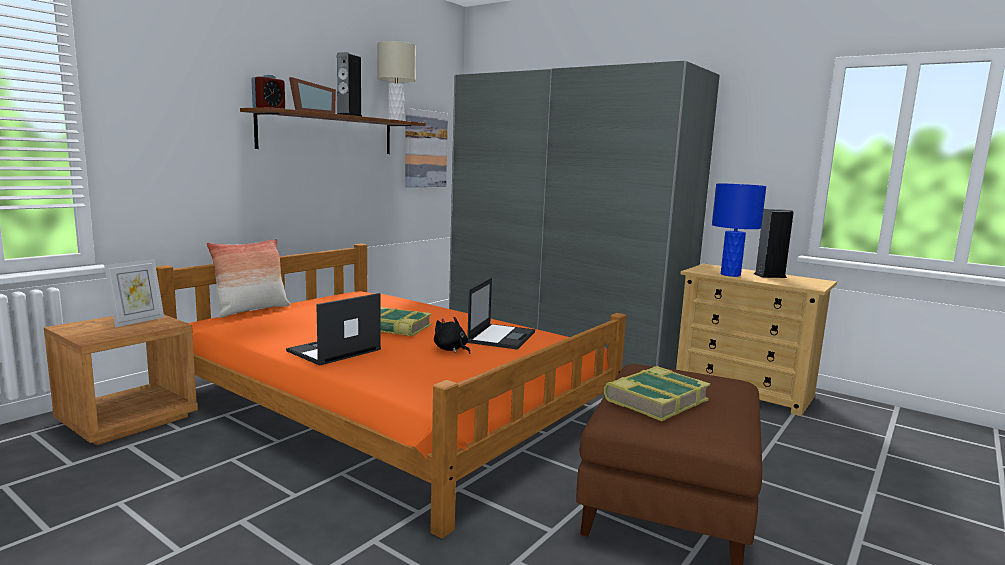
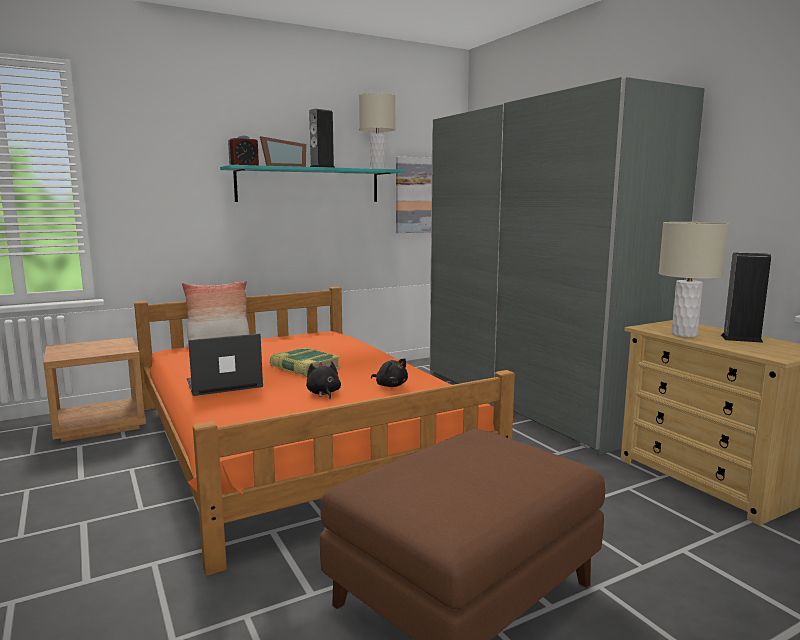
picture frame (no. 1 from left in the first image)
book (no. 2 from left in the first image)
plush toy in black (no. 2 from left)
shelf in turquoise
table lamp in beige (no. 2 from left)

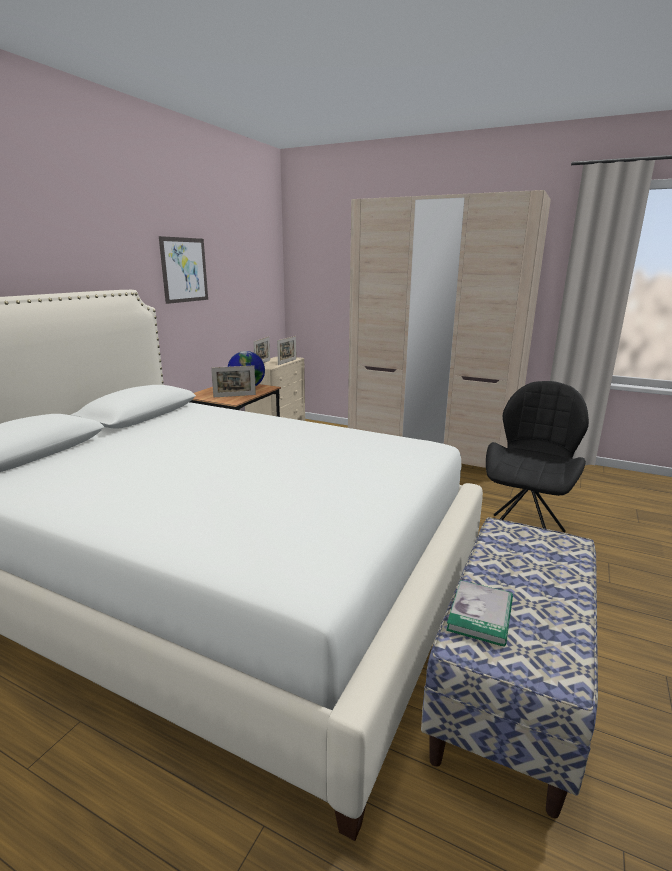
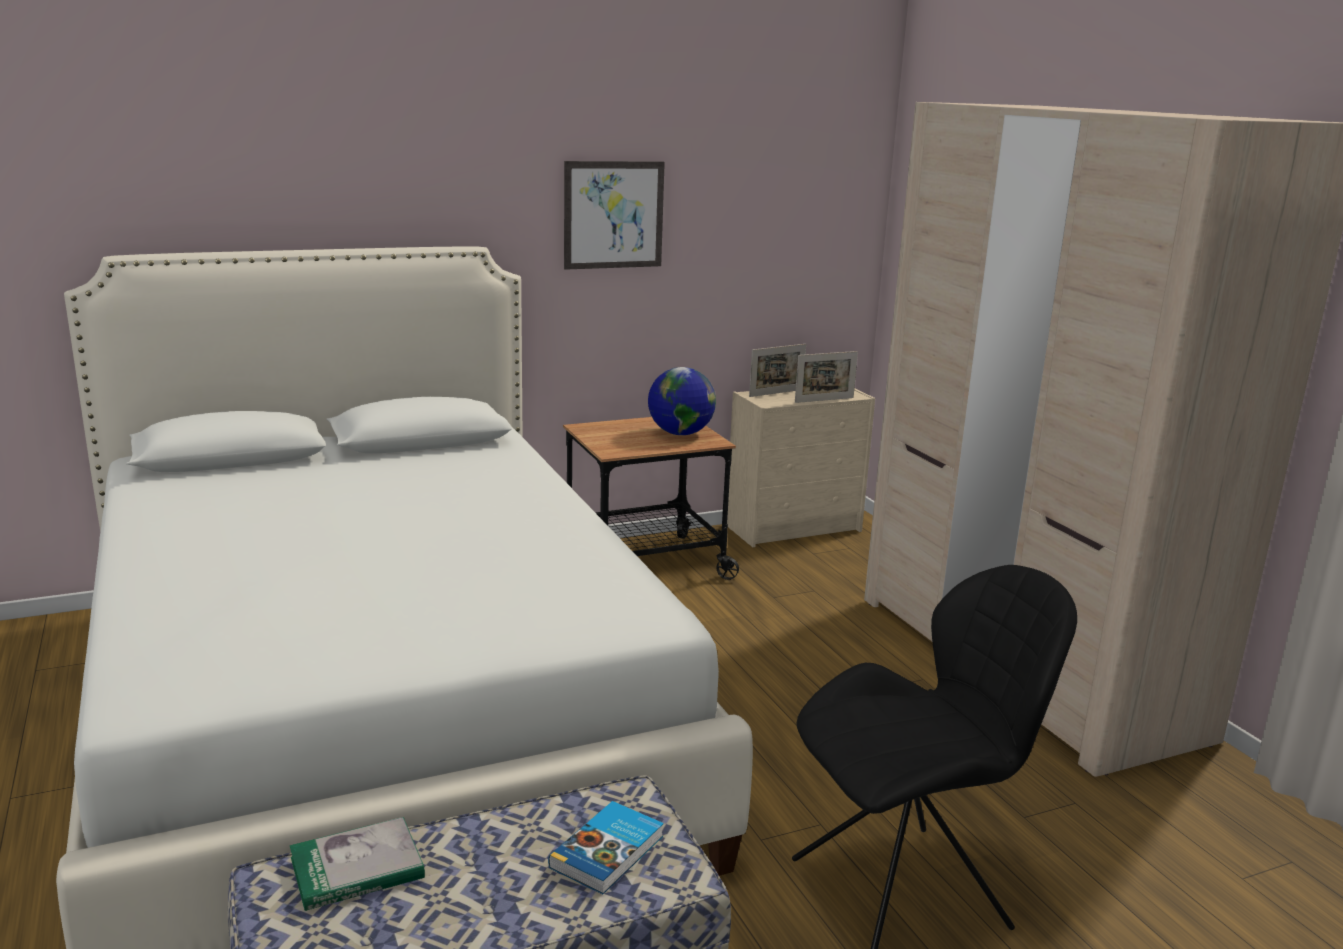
picture frame (no. 1 from left in the first image)
book (no. 2 from left)

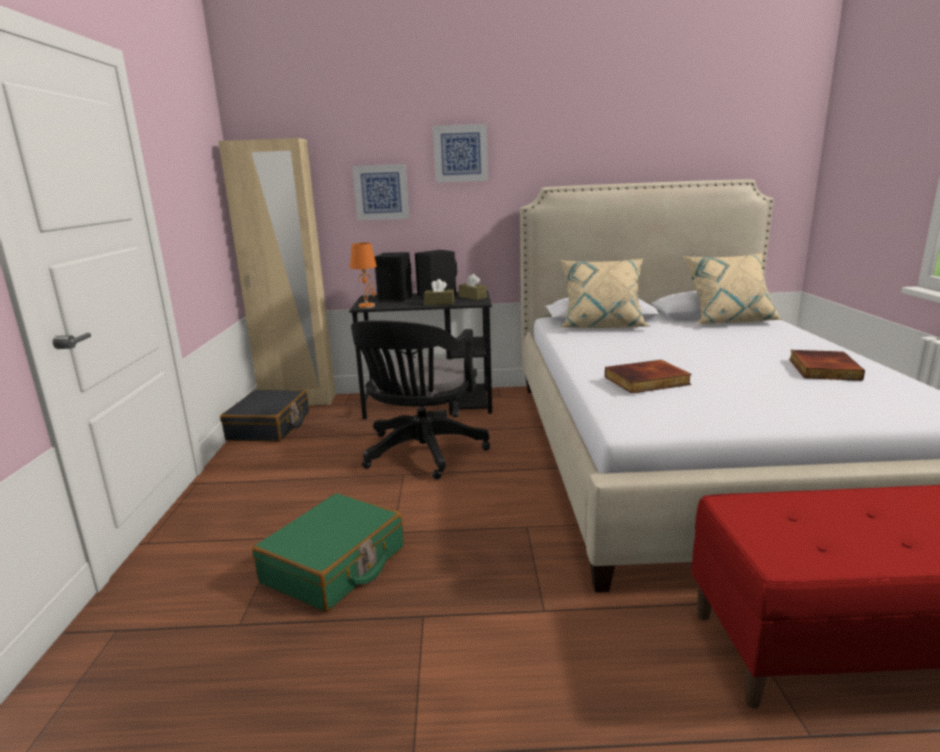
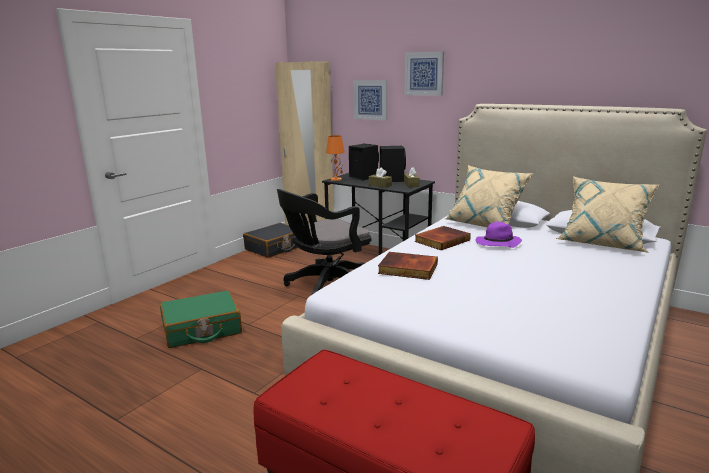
hat in purple
book (no. 2 from left)

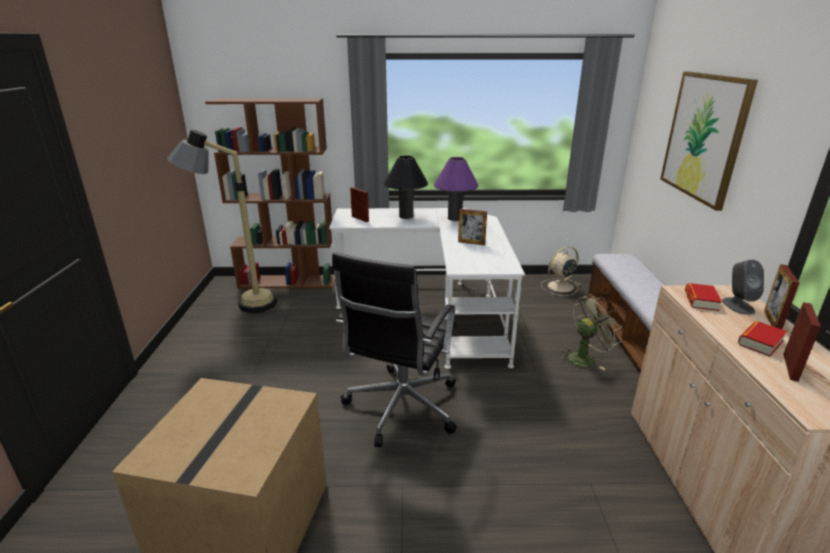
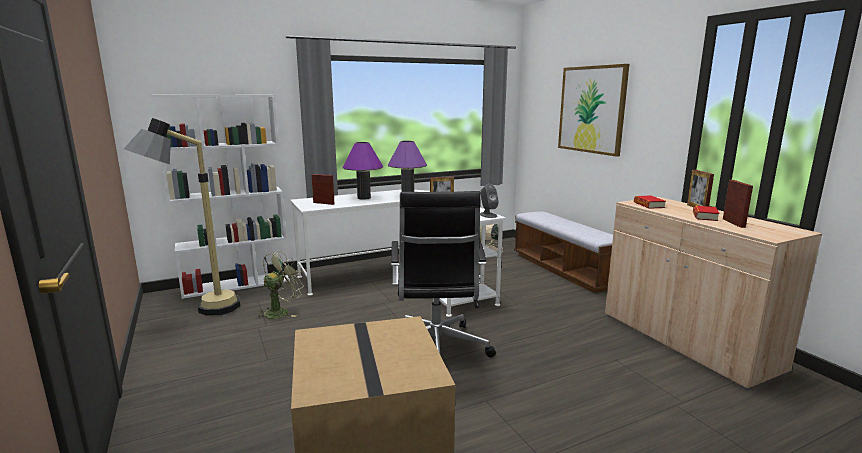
fan in green
speaker in grey
bookcase in white
table lamp in purple (no. 1 from left)

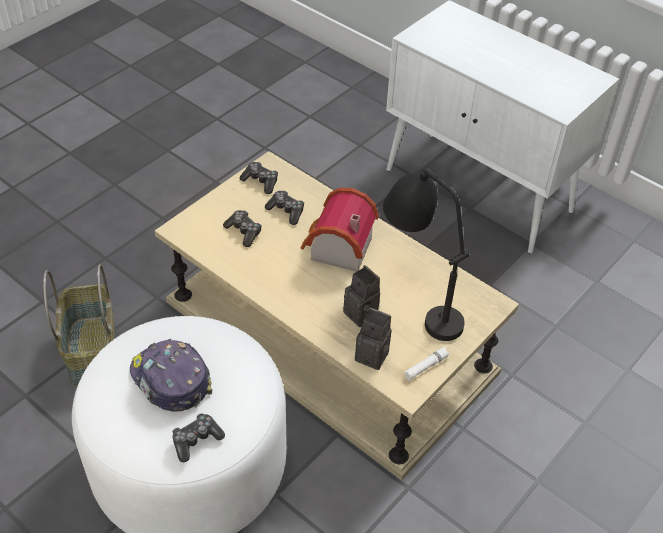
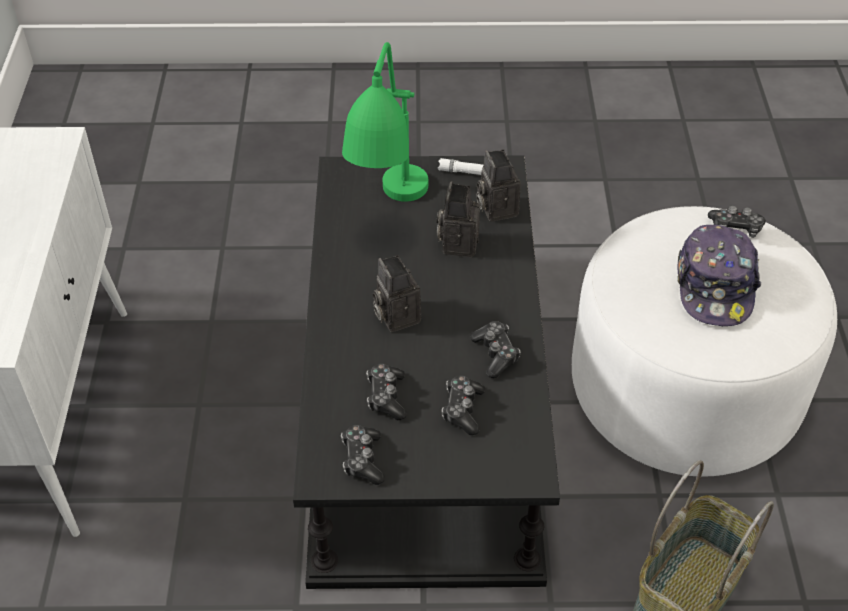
game controller (no. 4 from left)
photo camera (no. 1 from left)
coffee table in black
table lamp in green

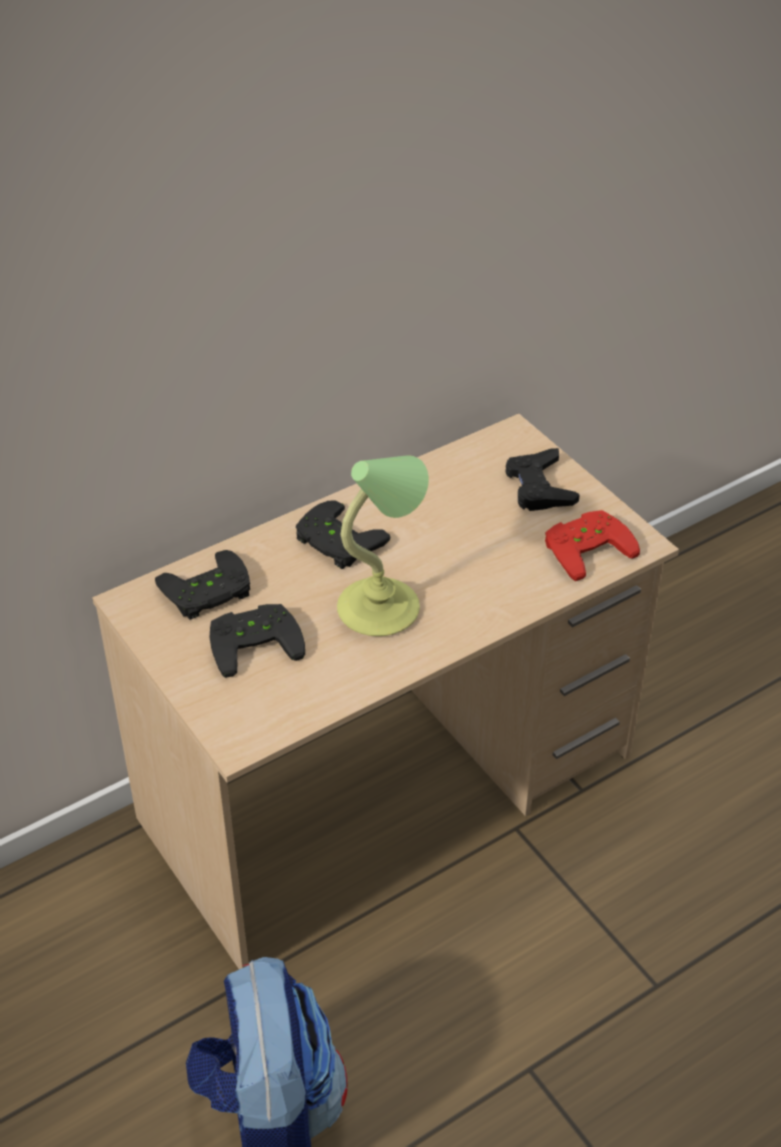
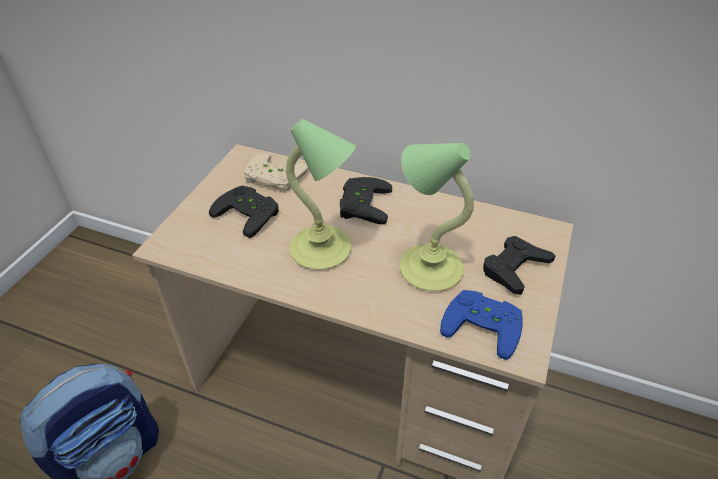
table lamp (no. 2 from left)
game controller in beige
game controller in blue

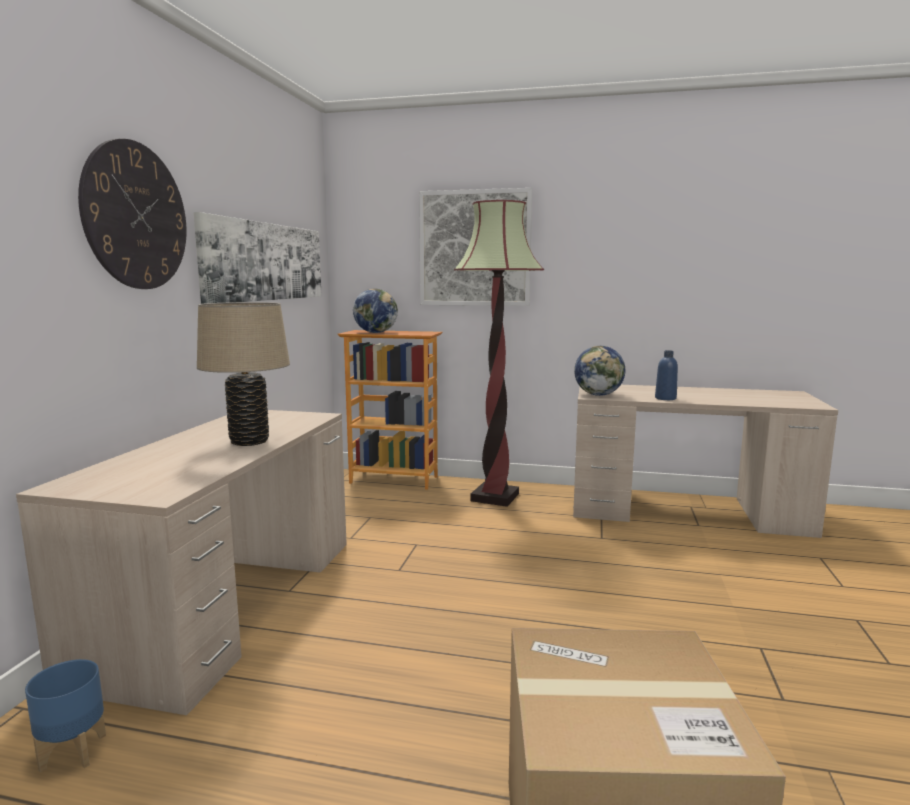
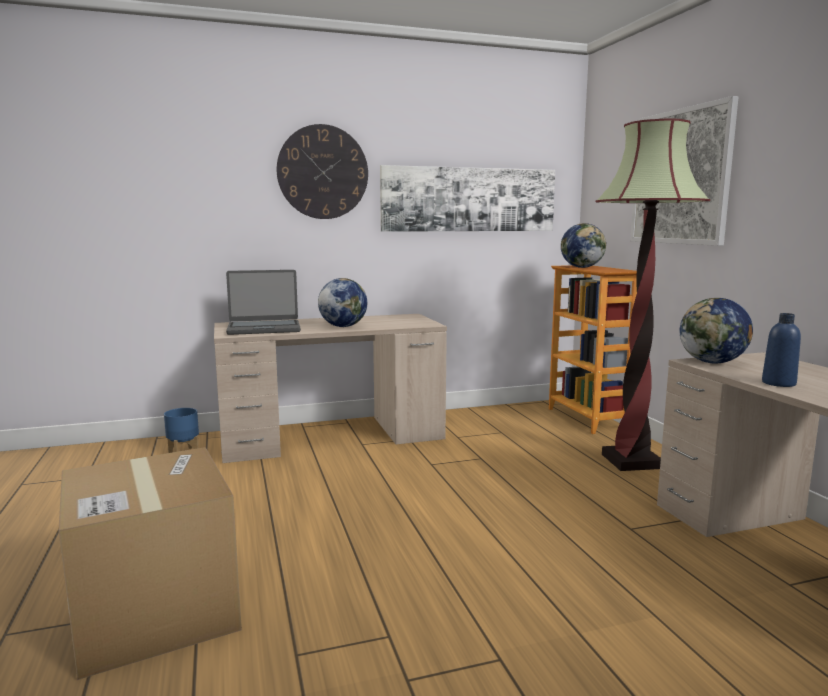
laptop
globe (no. 1 from left)

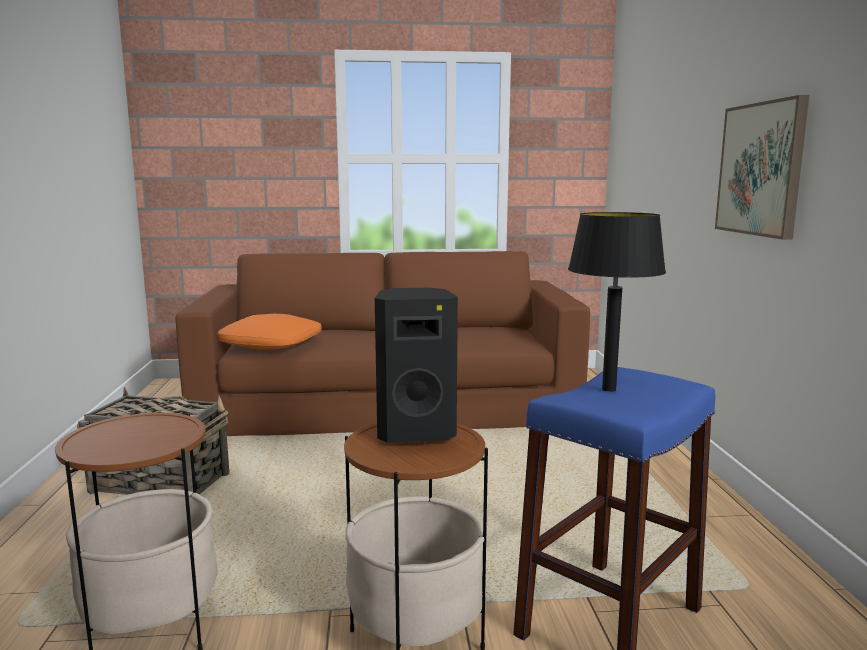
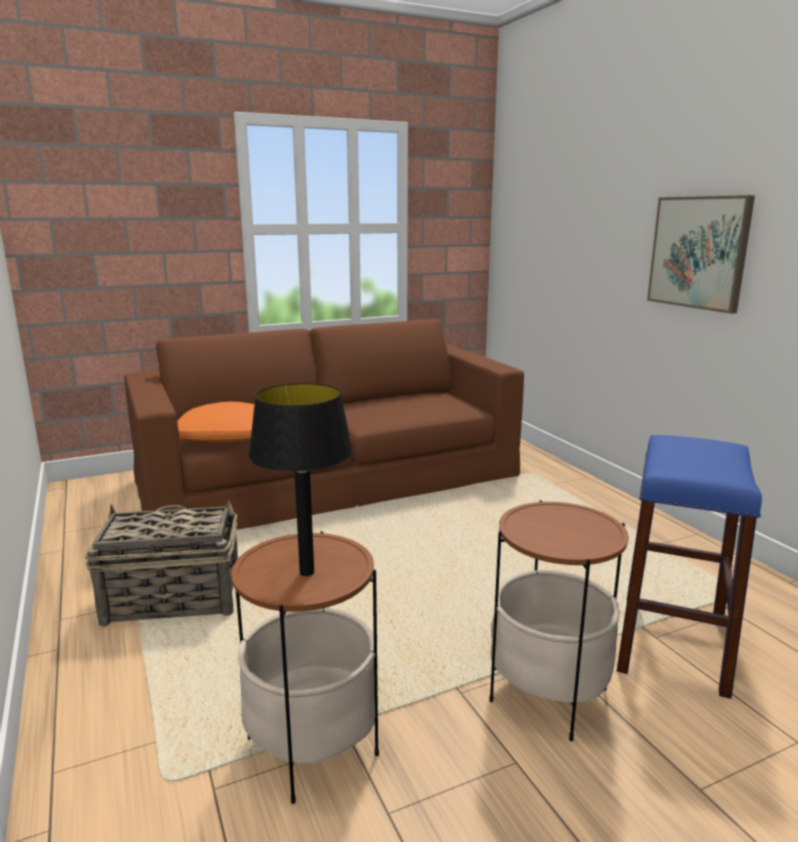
speaker in black
table lamp in black

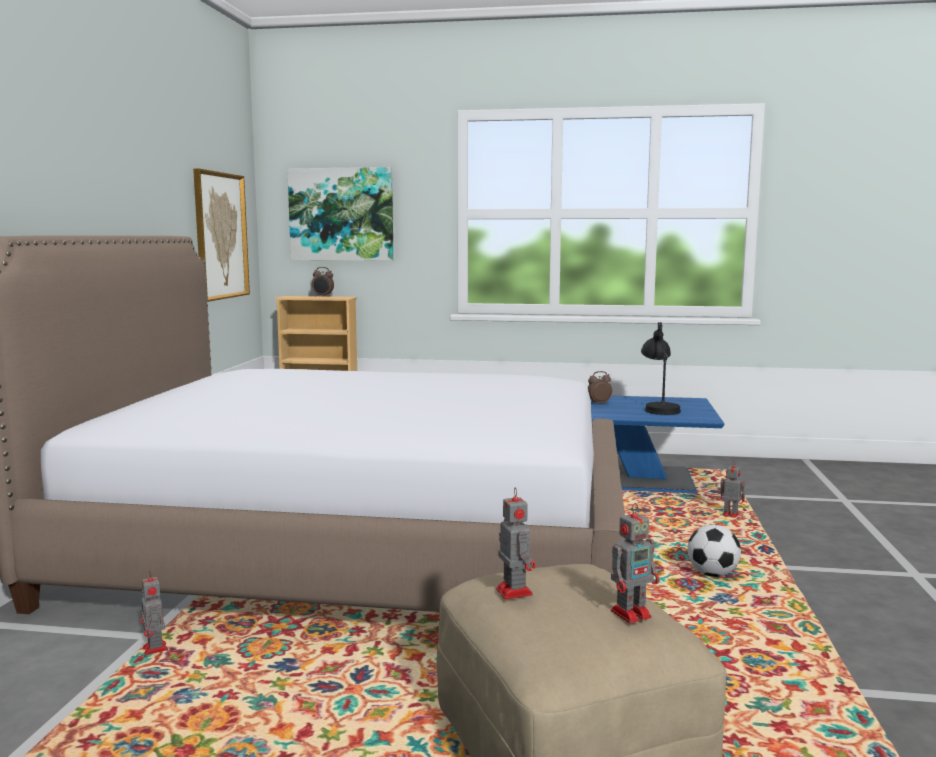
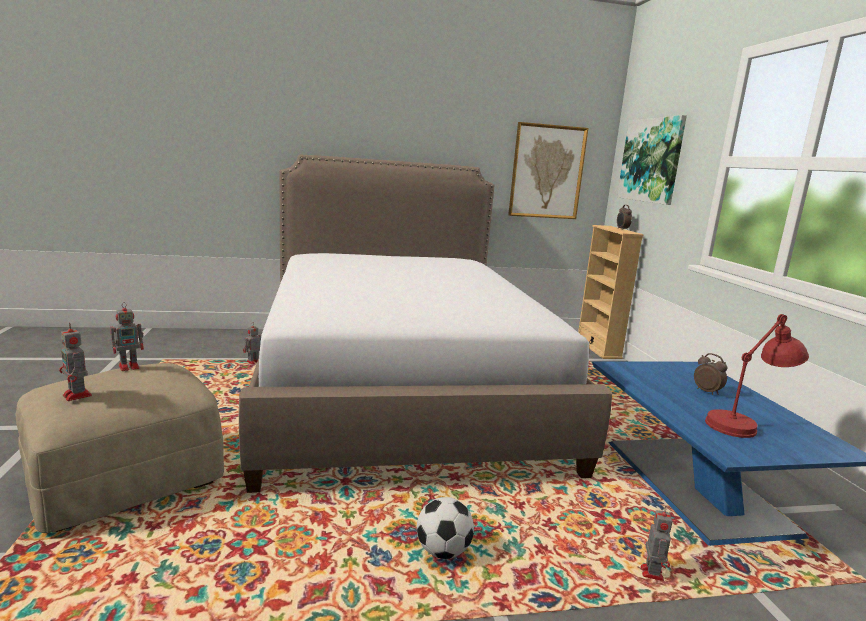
table lamp in red

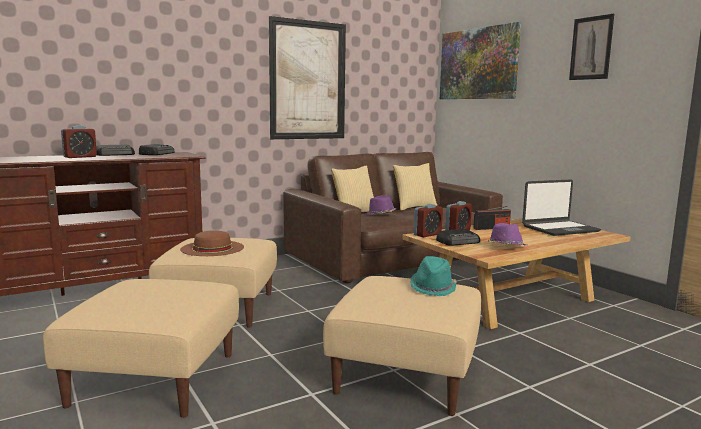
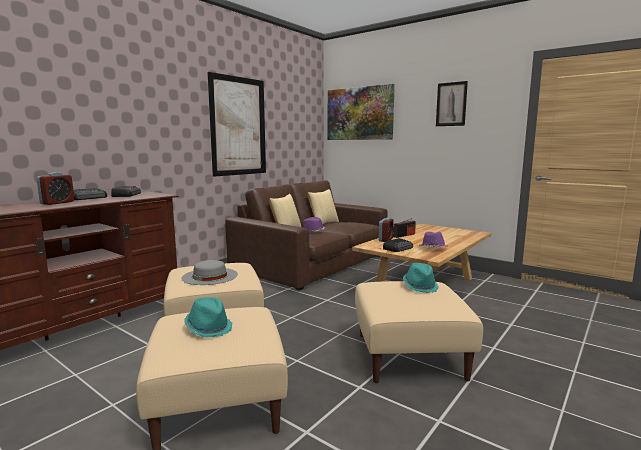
alarm clock (no. 2 from left in the first image)
laptop
hat in turquoise (no. 1 from left)
hat in grey

